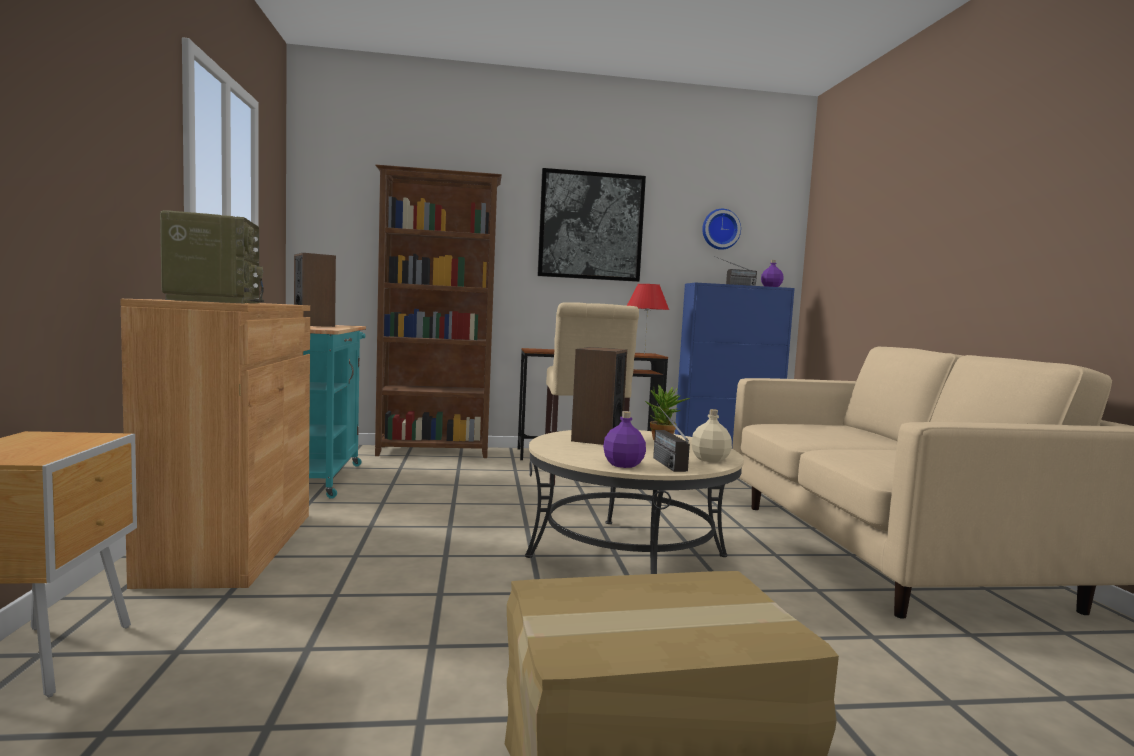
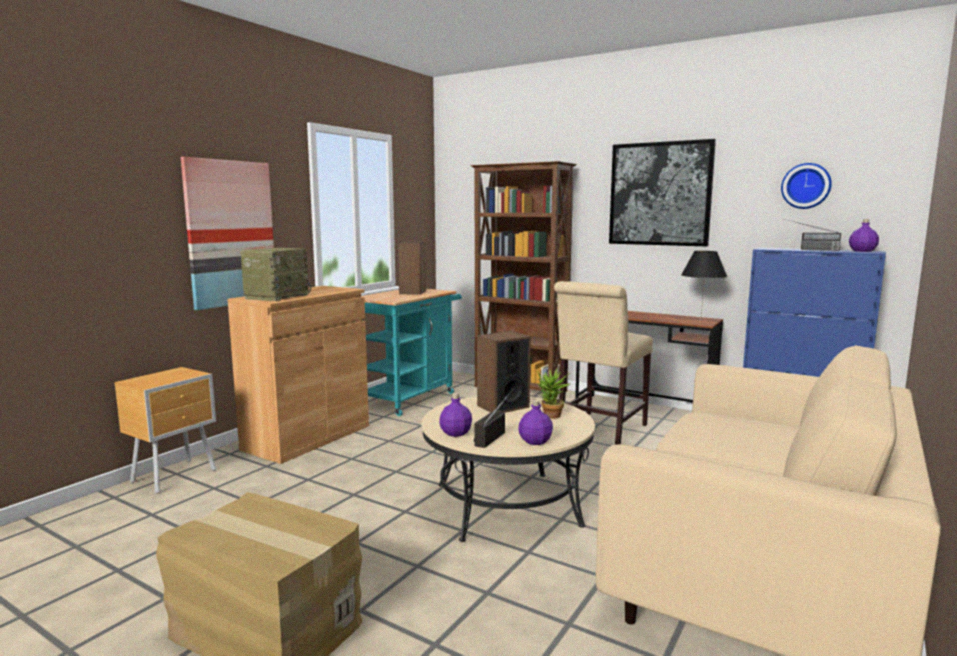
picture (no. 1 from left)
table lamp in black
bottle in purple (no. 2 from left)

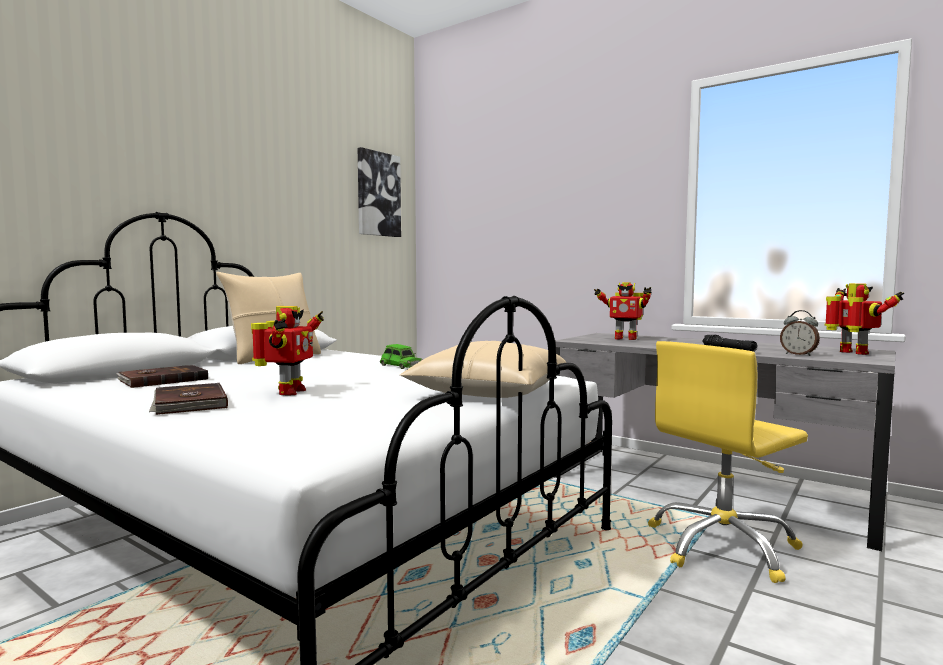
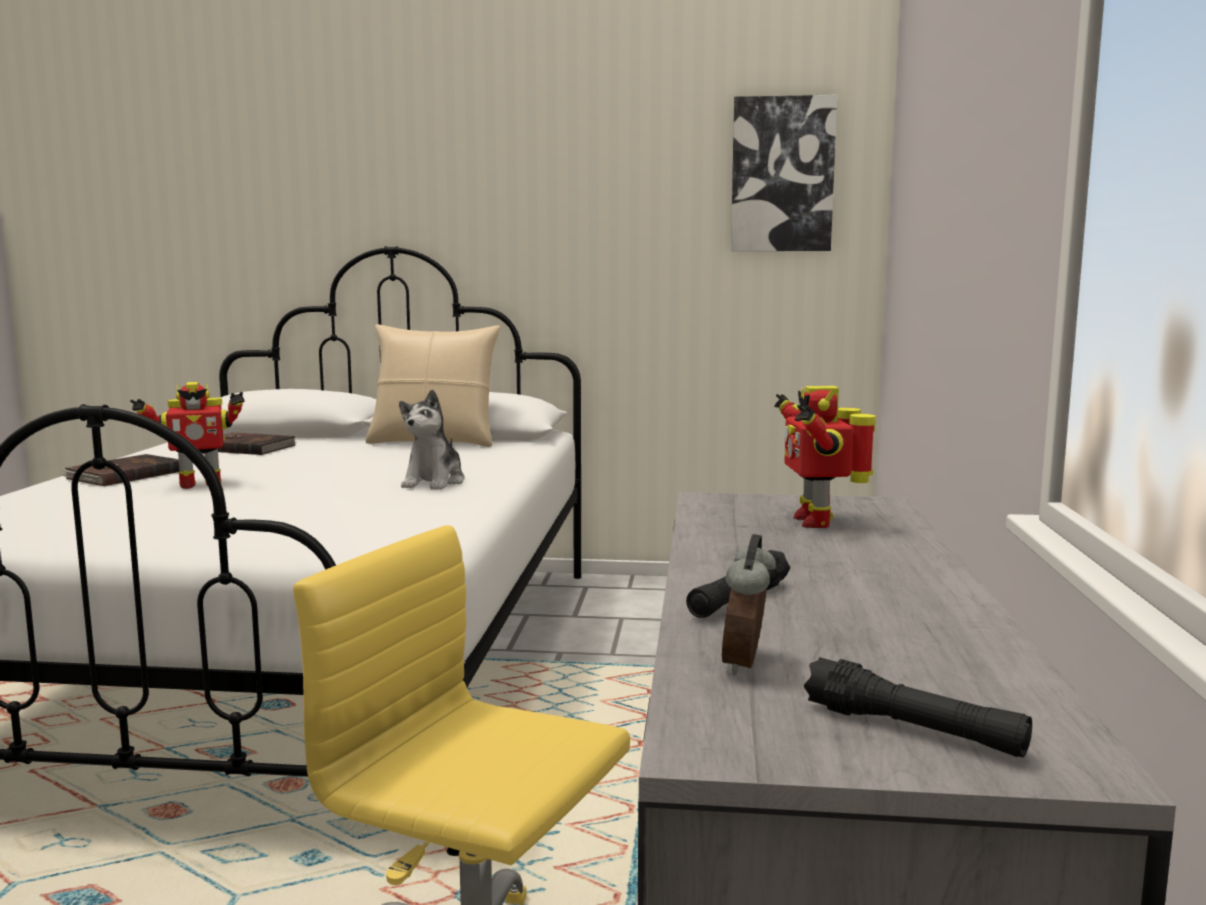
pillow in beige (no. 2 from left in the first image)
plush toy
flashlight in black (no. 2 from left)

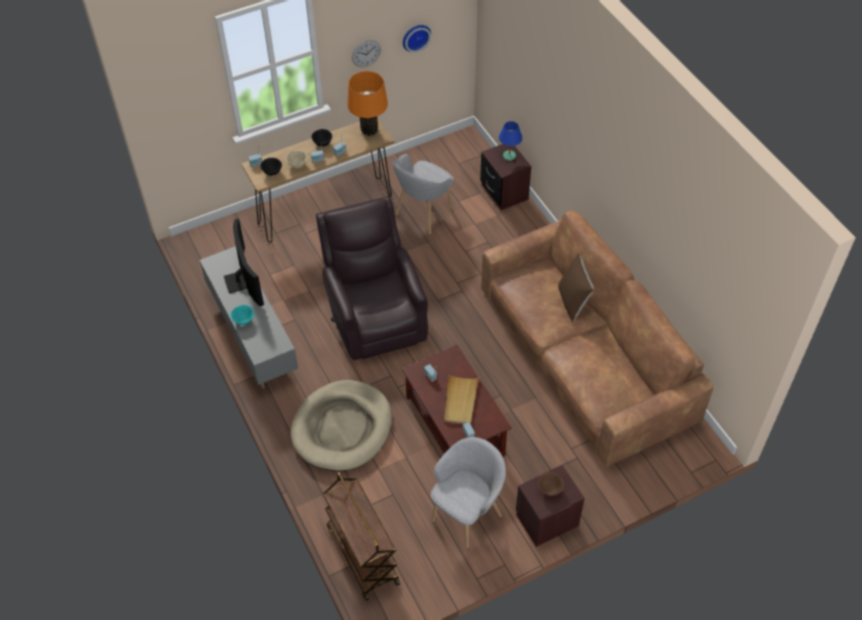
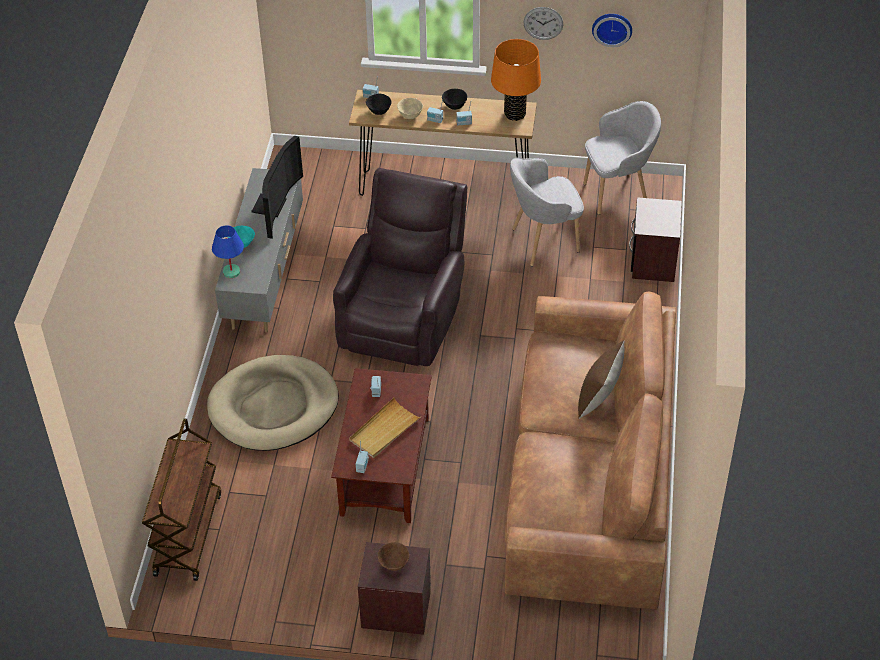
armchair in grey (no. 2 from left)
table lamp in blue

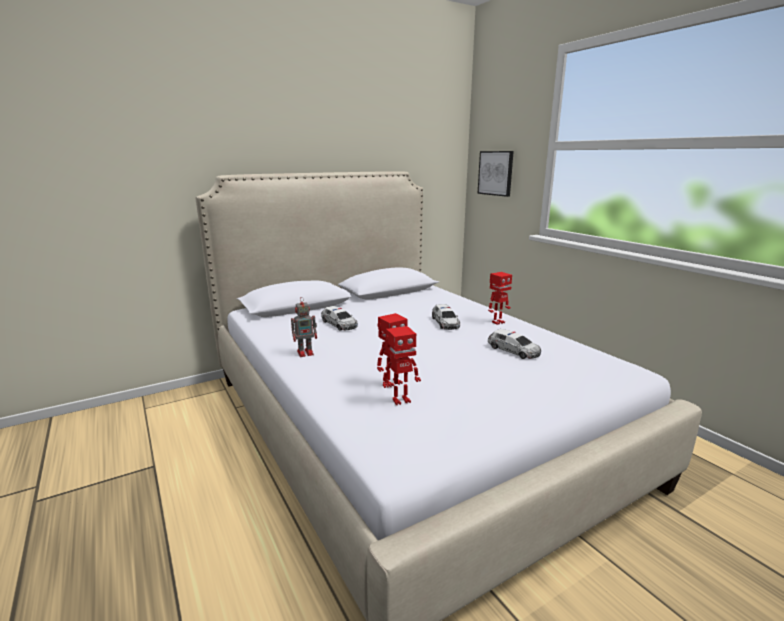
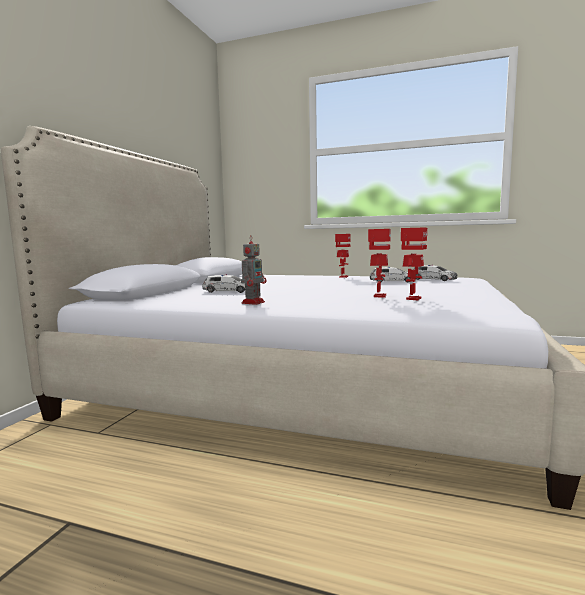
picture
toy car (no. 3 from left)

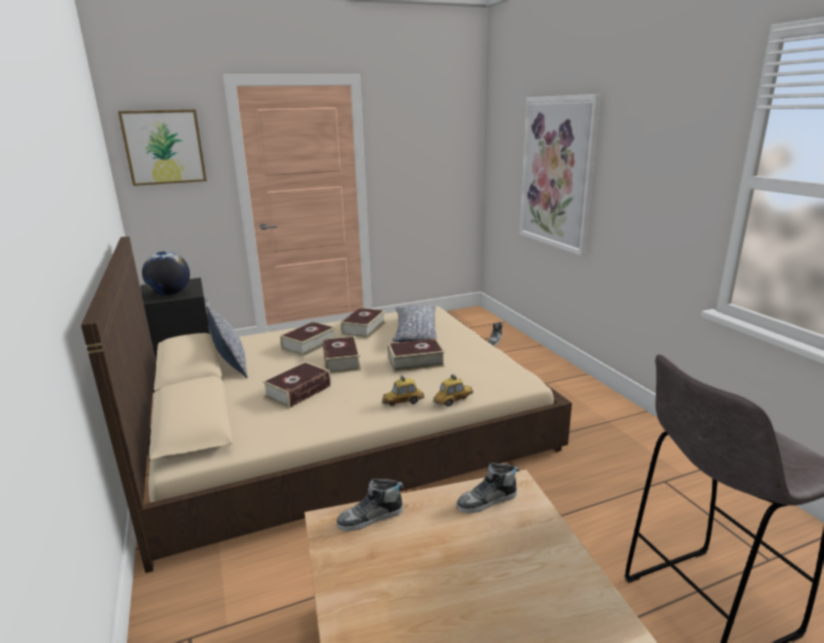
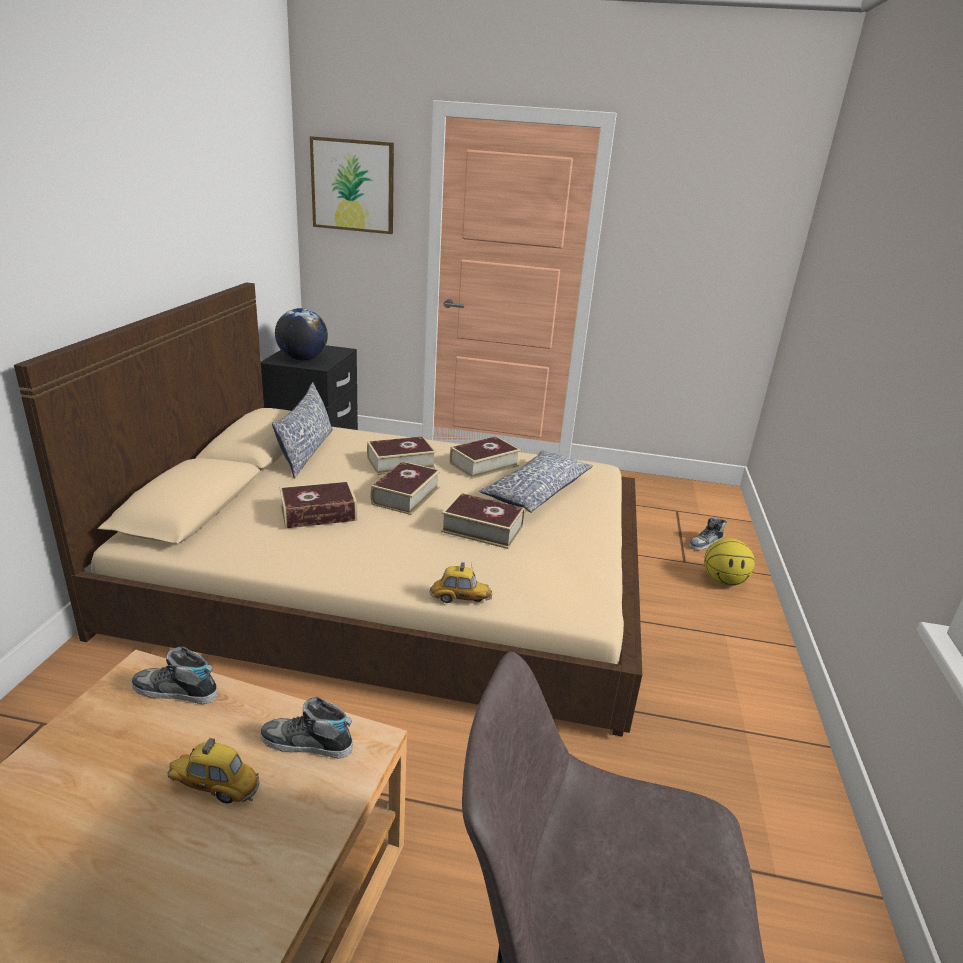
picture (no. 2 from left in the first image)
basketball
toy car (no. 1 from left)

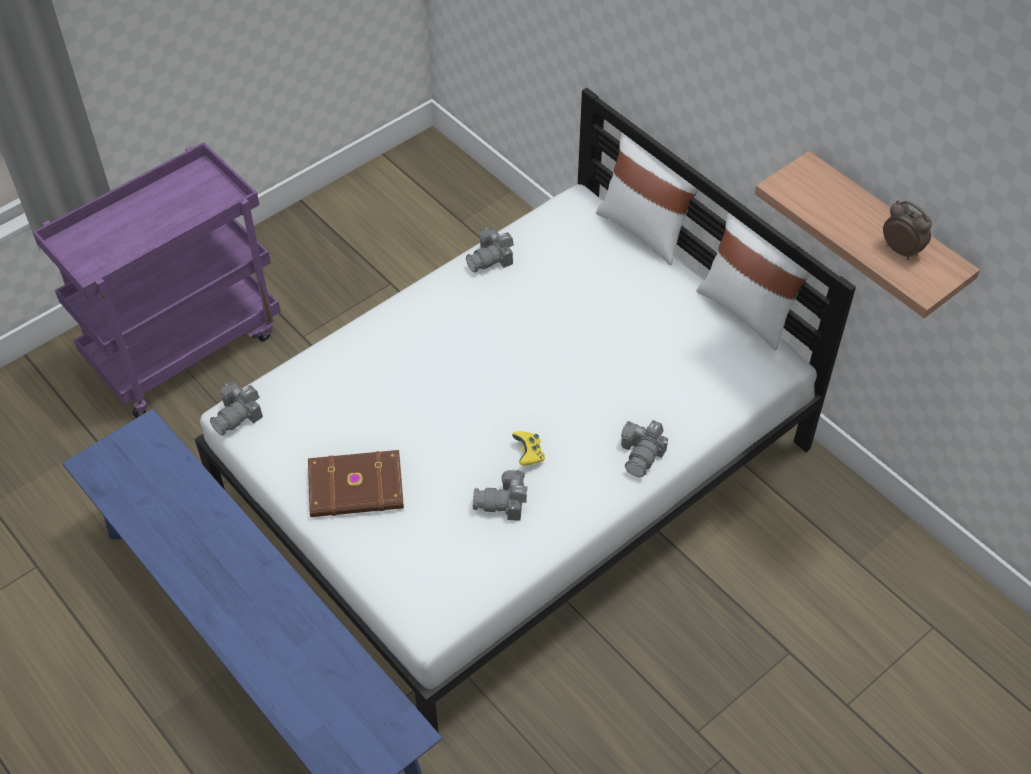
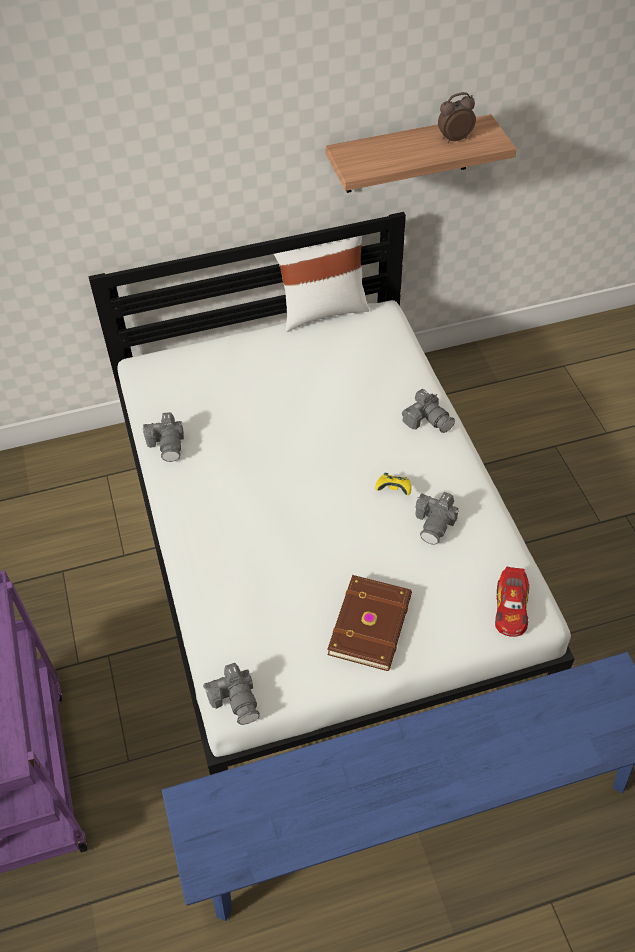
pillow in white (no. 1 from left in the first image)
toy car

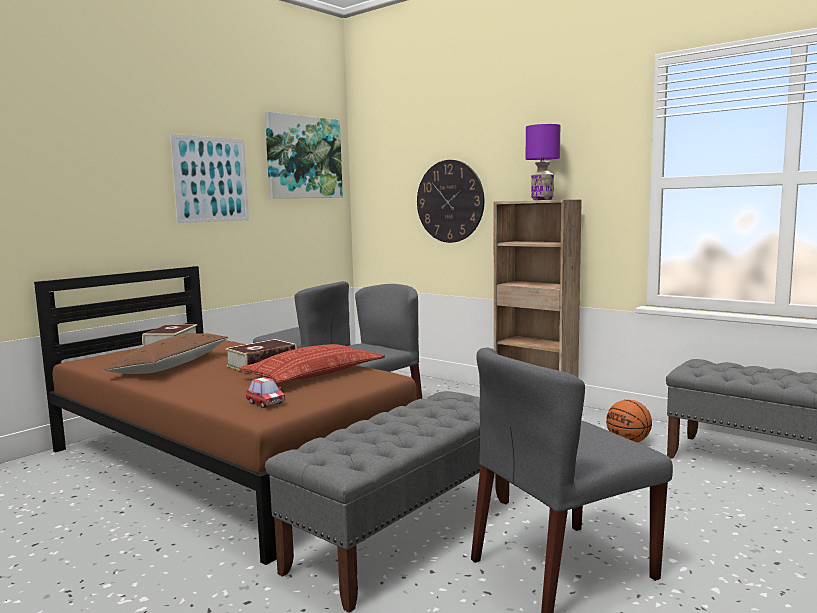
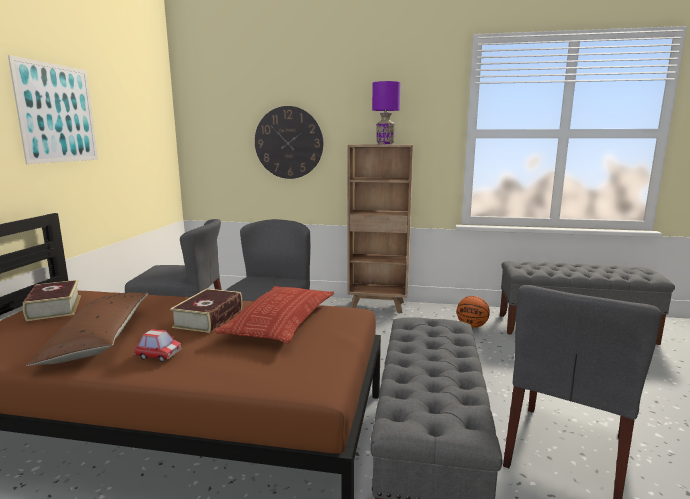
picture (no. 2 from left in the first image)
toy car

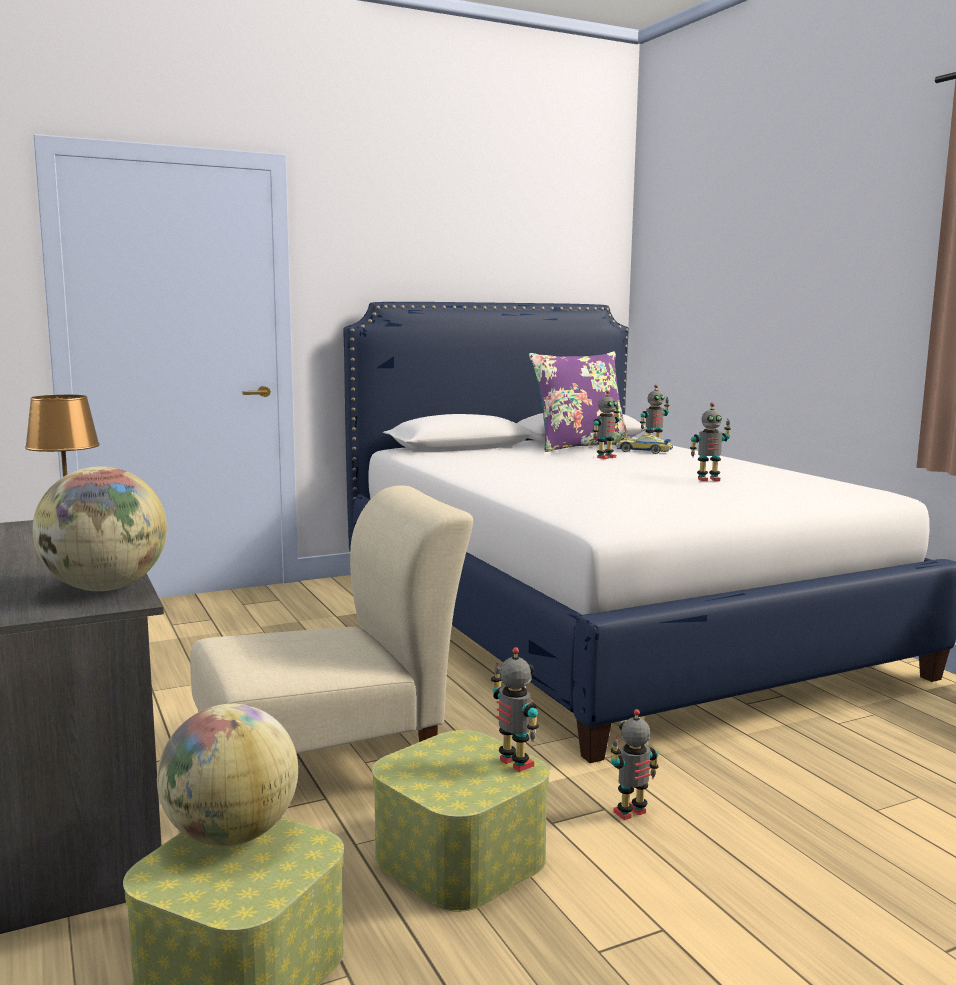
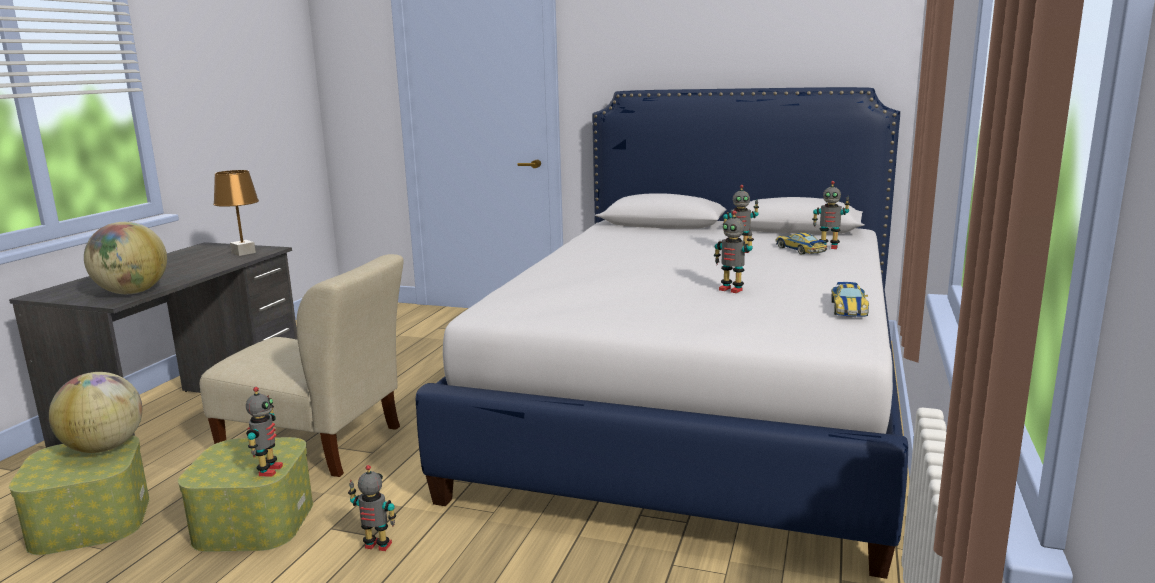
pillow in purple
toy car (no. 2 from left)

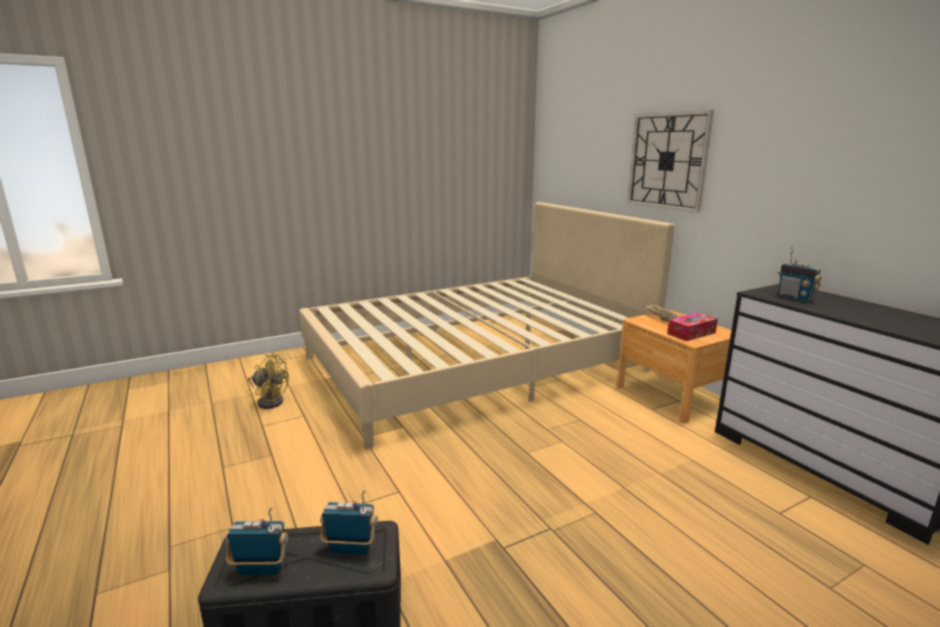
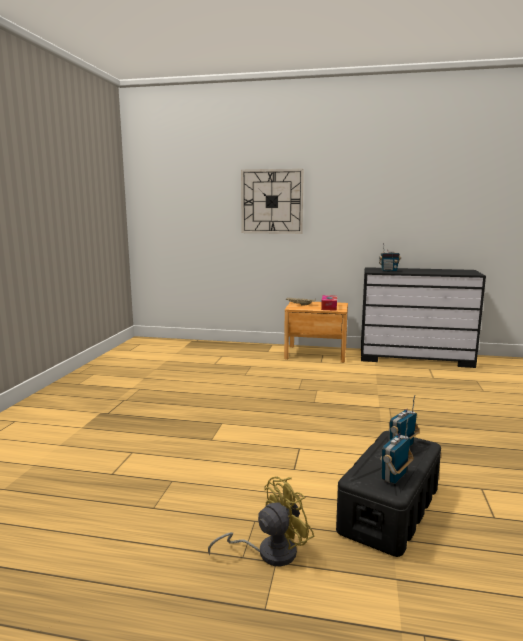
bed in beige
fan in yellow

